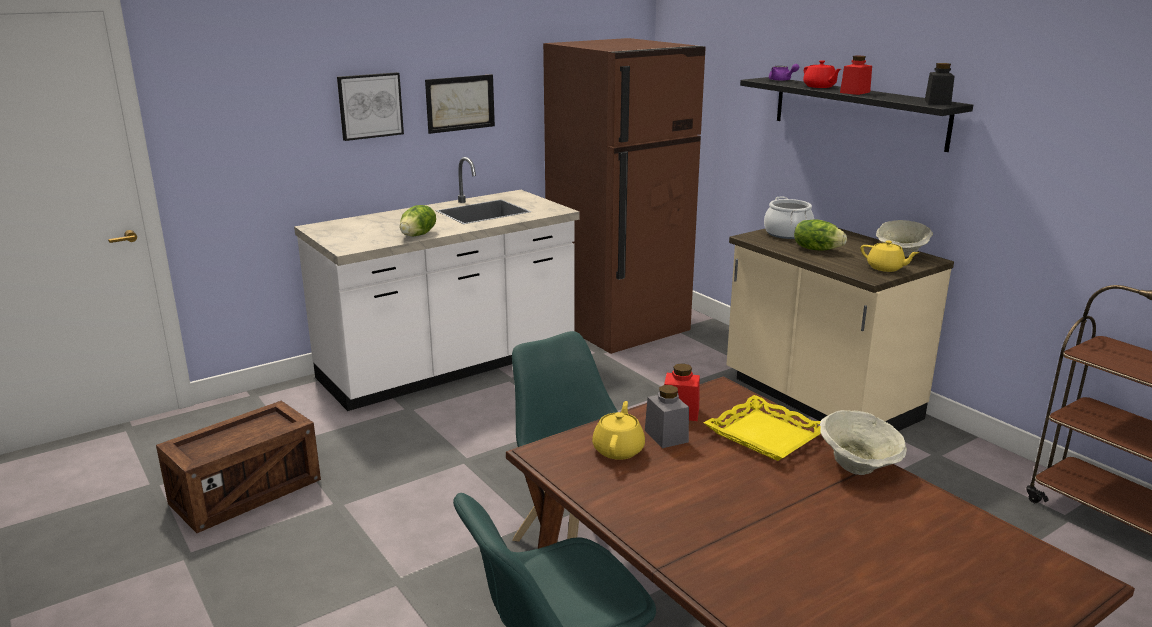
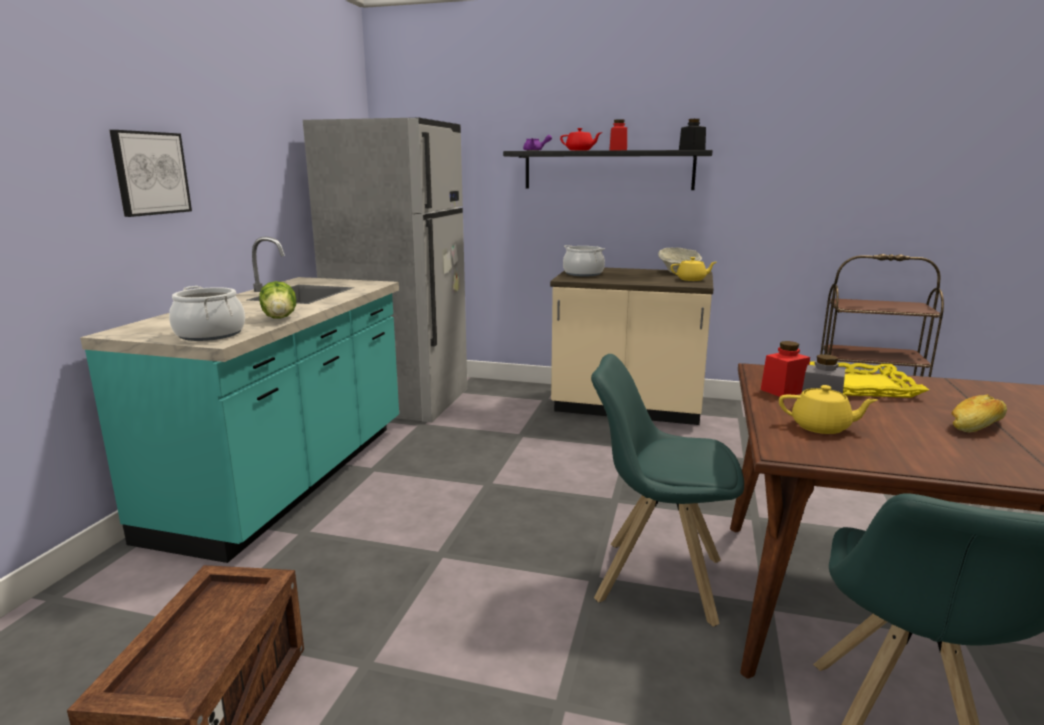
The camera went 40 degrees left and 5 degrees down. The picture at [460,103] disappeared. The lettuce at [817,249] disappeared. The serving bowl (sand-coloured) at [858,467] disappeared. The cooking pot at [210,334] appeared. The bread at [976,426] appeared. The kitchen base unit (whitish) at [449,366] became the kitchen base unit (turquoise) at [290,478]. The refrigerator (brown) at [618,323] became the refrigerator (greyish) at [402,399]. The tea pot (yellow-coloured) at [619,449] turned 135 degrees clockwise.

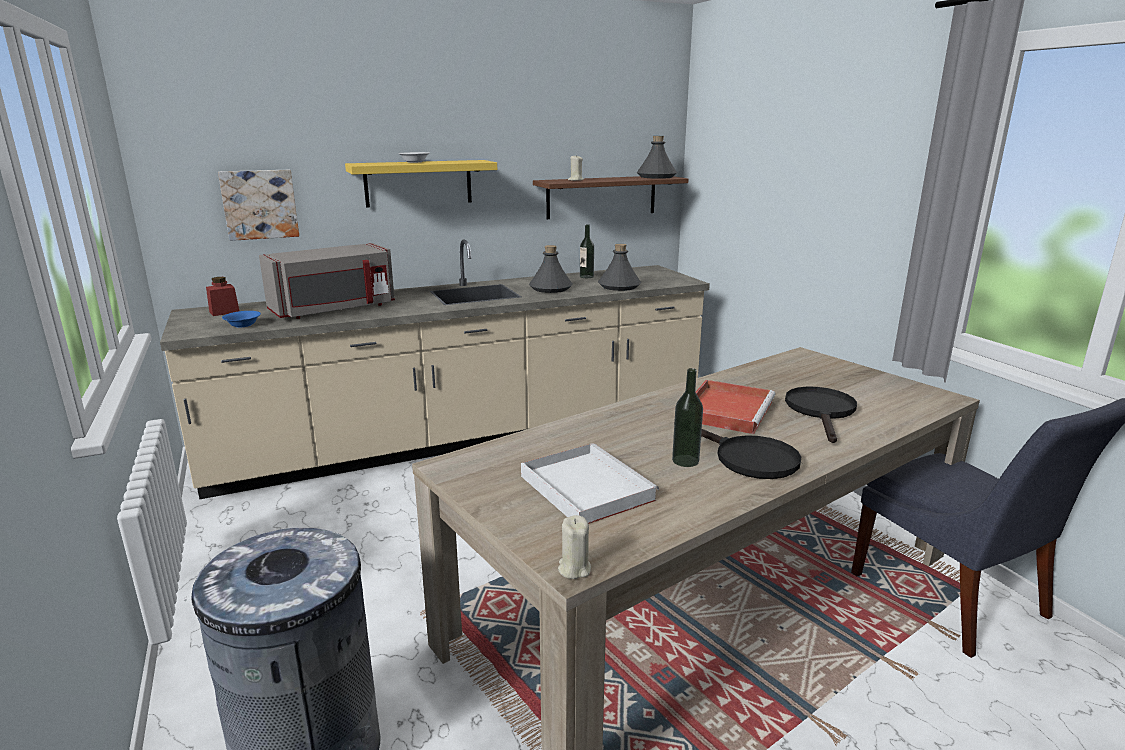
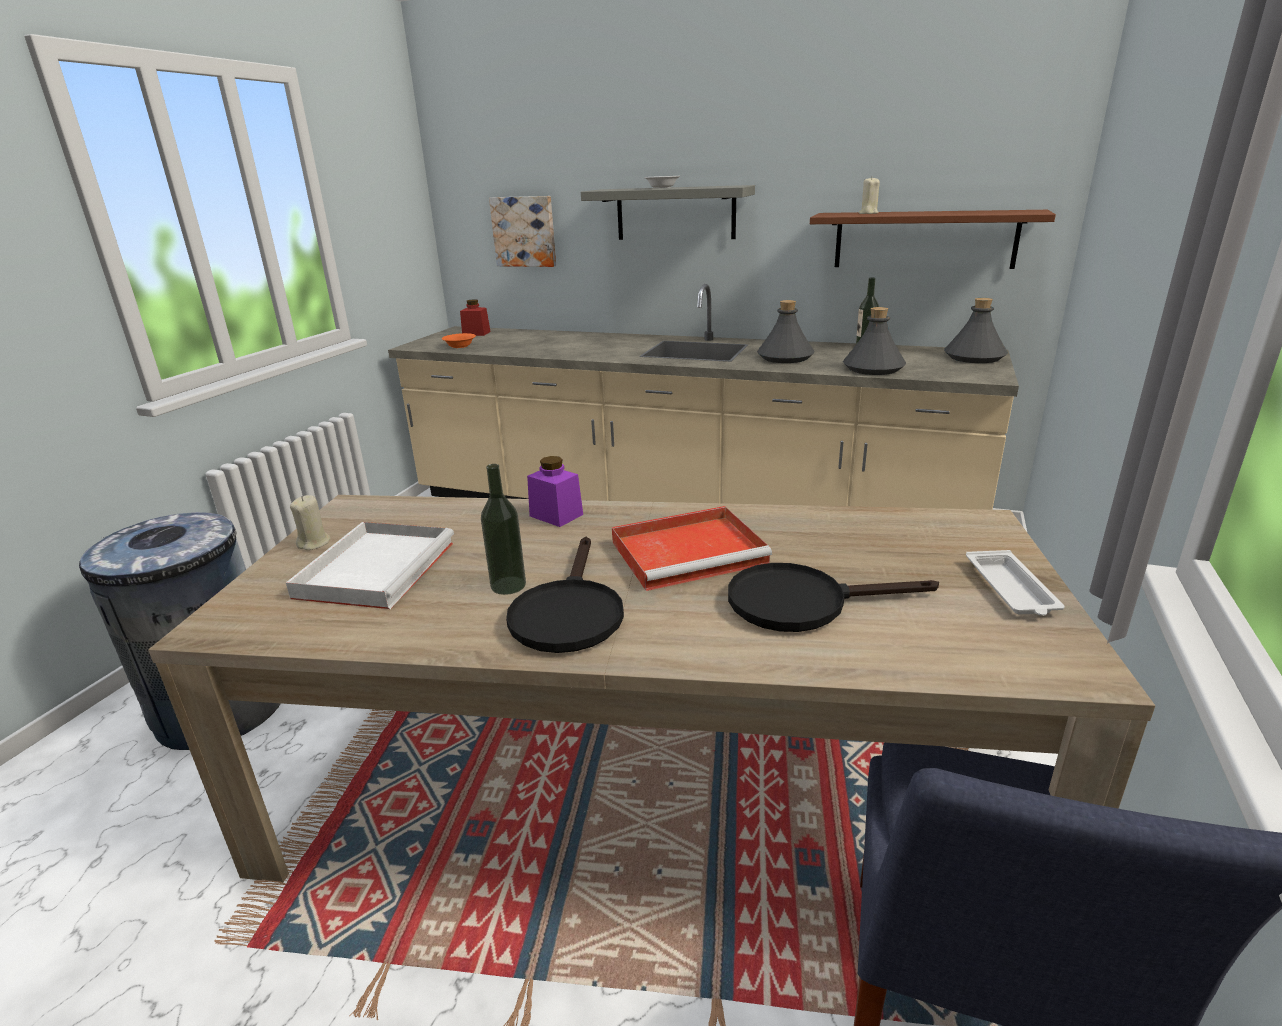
The camera went 45 degrees right and 5 degrees up. The kitchen microwave (greyish) at [334,309] disappeared. The jar (purple-coloured) at [556,515] appeared. The carrying tray (whitish) at [1011,589] appeared. The candle (sand-coloured) moved from [574,569] to [314,543]. The beverage bottle (greyish) moved from [656,177] to [974,357]. The serving bowl (bluish) at [243,325] became the serving bowl (orange-coloured) at [460,346]. The wall shelf (yellow-coloured) at [418,183] became the wall shelf (greyish) at [675,213]. The frying pan (blackish) at [821,411] turned 150 degrees counterclockwise.

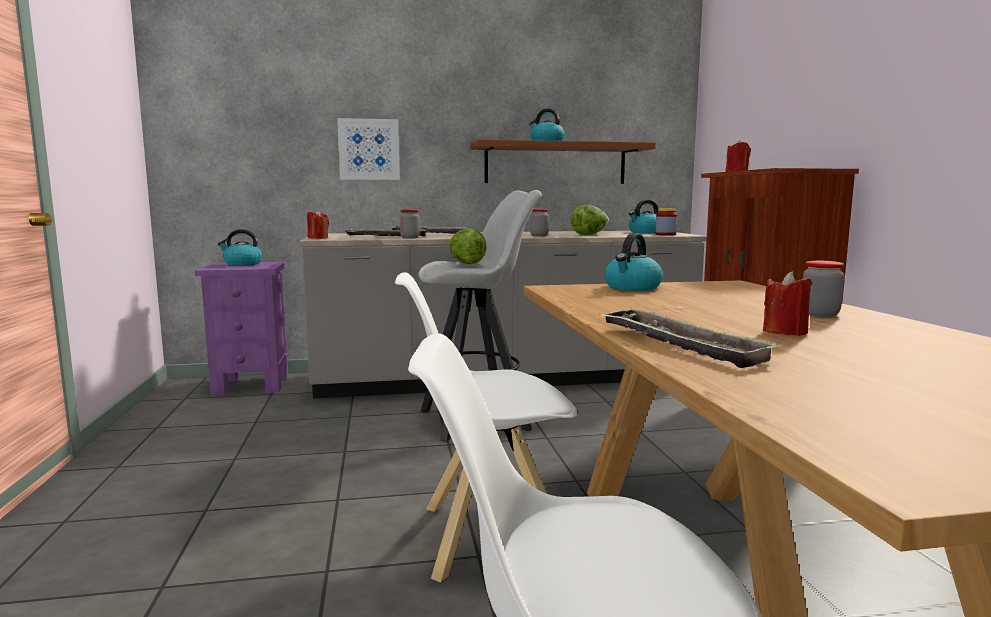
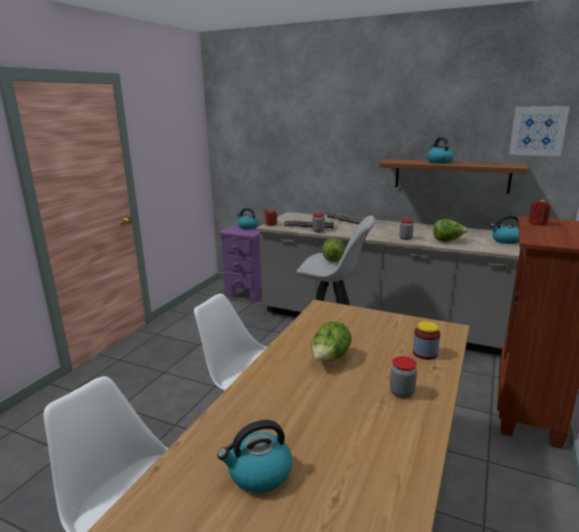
The camera went 35 degrees right and 10 degrees up. The carrying tray at [678,344] disappeared. The candle (red-coloured) at [785,332] disappeared. The lettuce at [330,359] appeared. The picture moved from [369,149] to [537,131]. The tea kettle moved from [632,288] to [259,473]. The jar moved from [665,235] to [425,353].

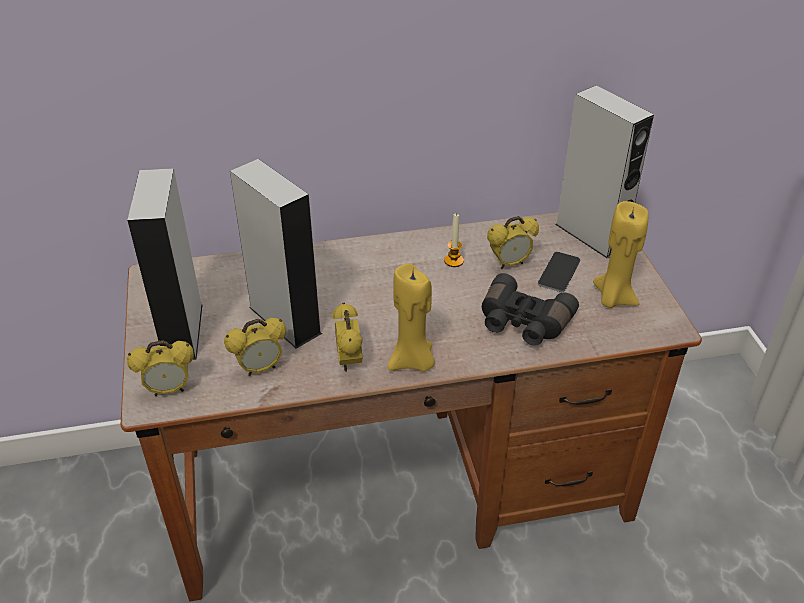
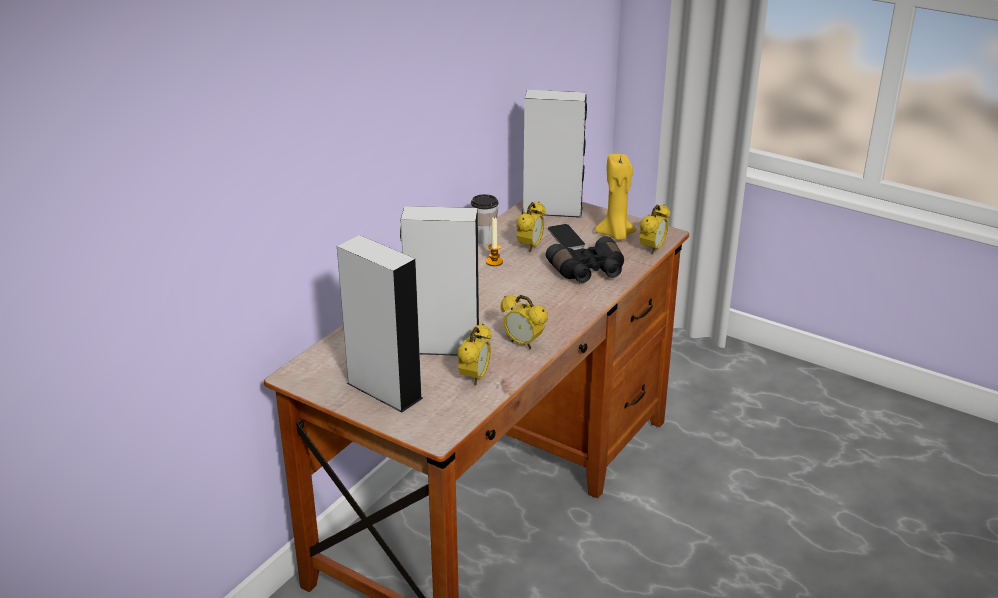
The camera went 45 degrees left and 10 degrees down. The candle (yellow-coloured) at [413,362] disappeared. The drinking cup at [484,239] appeared. The alarm clock moved from [169,390] to [652,249].

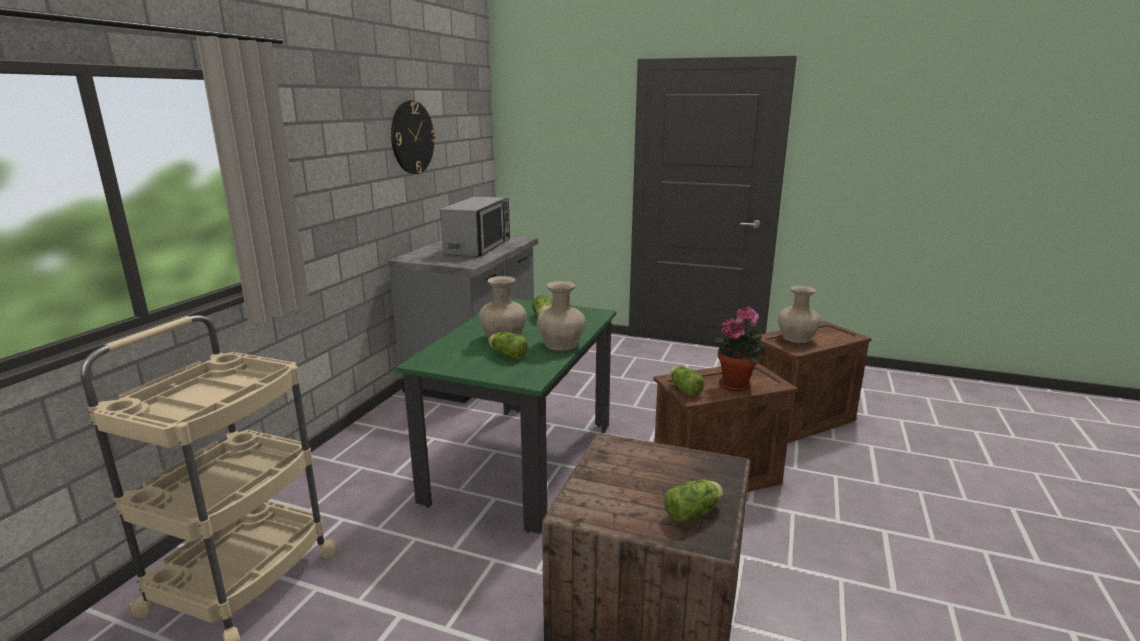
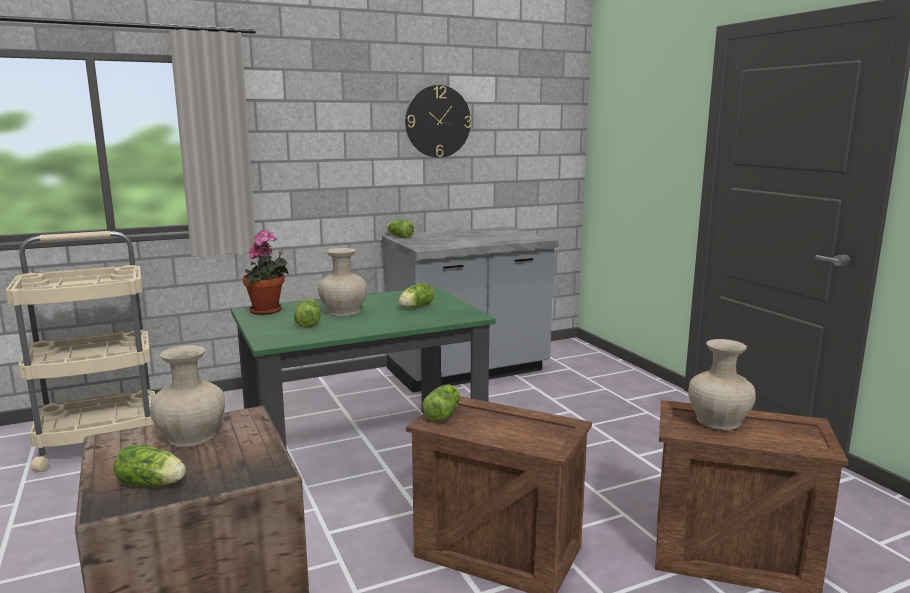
The camera went 45 degrees right and 5 degrees down. The kitchen microwave at [478,247] disappeared. The lettuce at [399,236] appeared. The flower vase (sand-coloured) moved from [560,344] to [191,436]. The houseplant moved from [737,385] to [268,311].

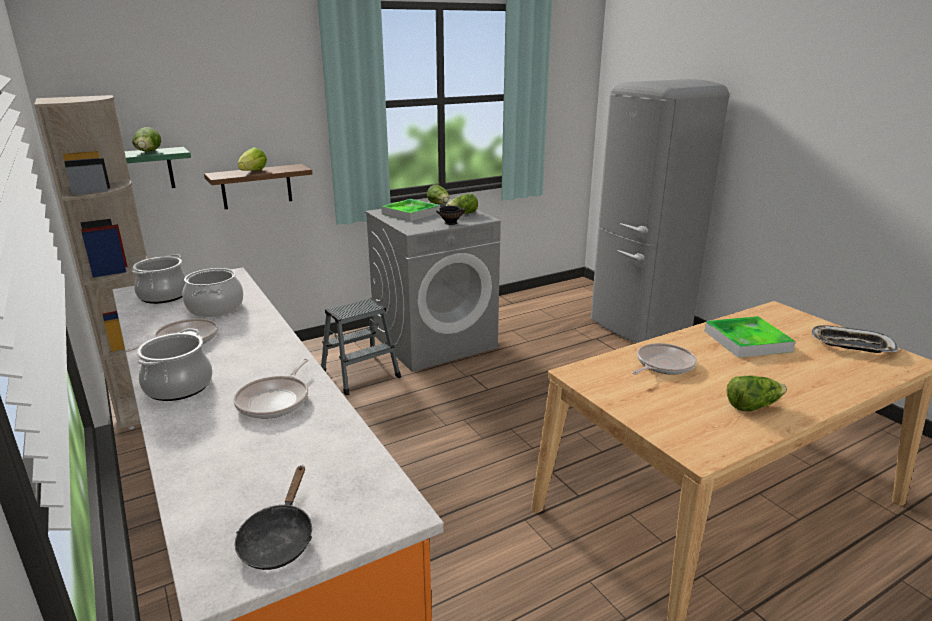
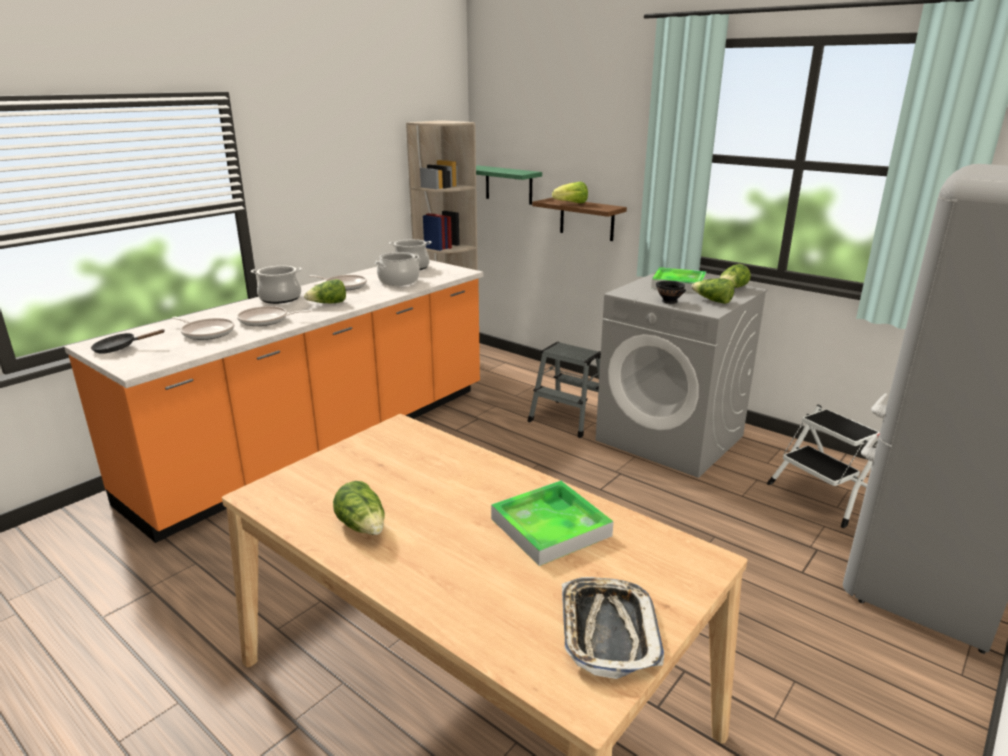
The camera went 70 degrees right and 0 degrees up. The step stool at [829,493] appeared. The lettuce moved from [148,152] to [328,304]. The frying pan moved from [663,365] to [206,332].

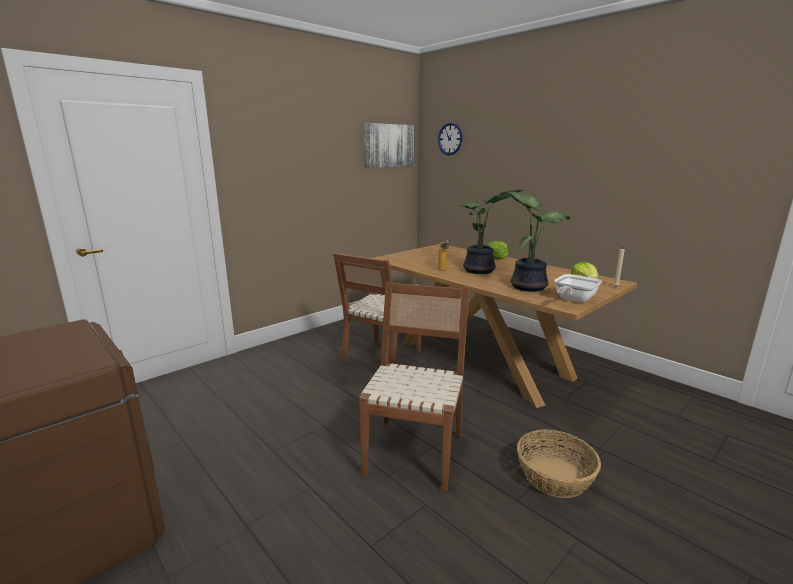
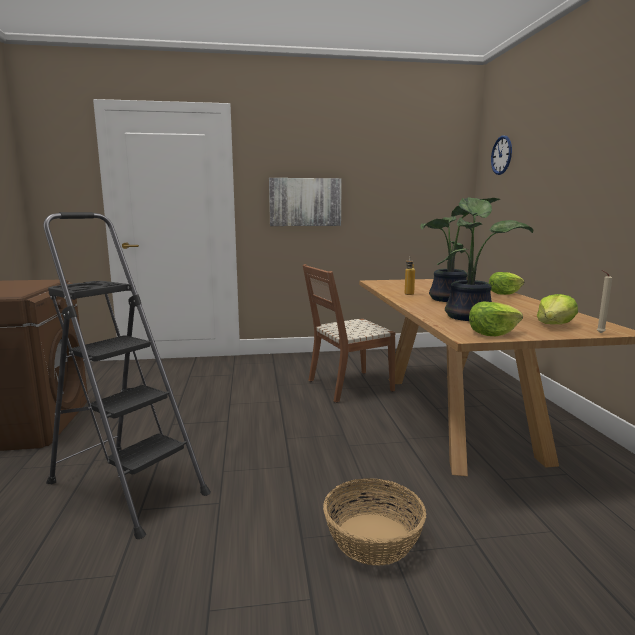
The camera went 35 degrees right and 5 degrees down. The chair at [415,450] disappeared. The step stool at [125,486] appeared. The picture moved from [388,146] to [305,202]. The frying pan at [573,300] was replaced by the lettuce at [492,333].

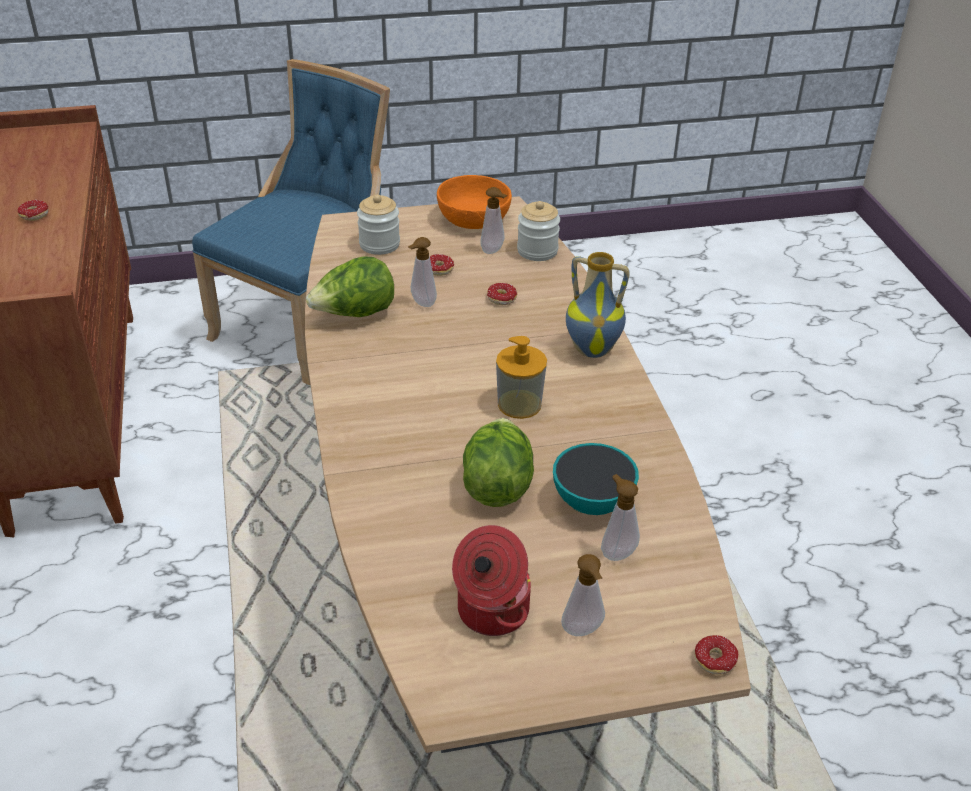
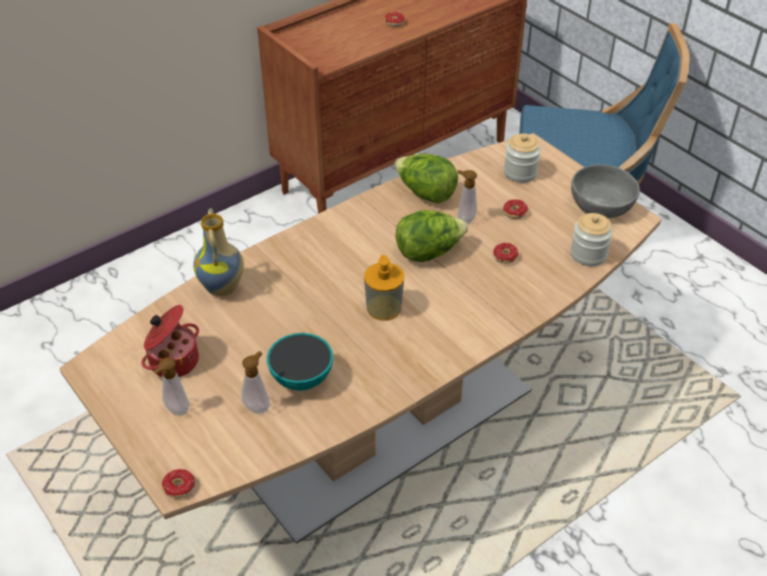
The camera went 65 degrees right and 5 degrees up. The soap bottle at [494,251] disappeared. The lettuce moved from [497,485] to [428,252]. The flower vase moved from [593,348] to [223,288]. The serving bowl (orange-coloured) at [474,218] became the serving bowl (greyish) at [602,205].

